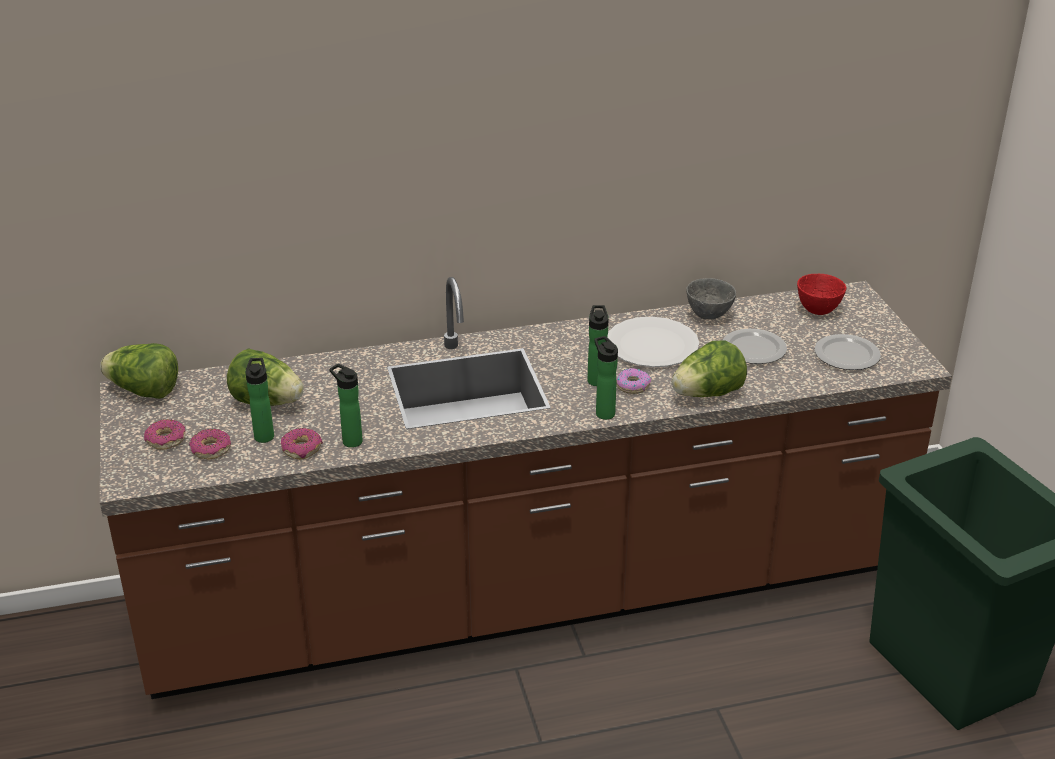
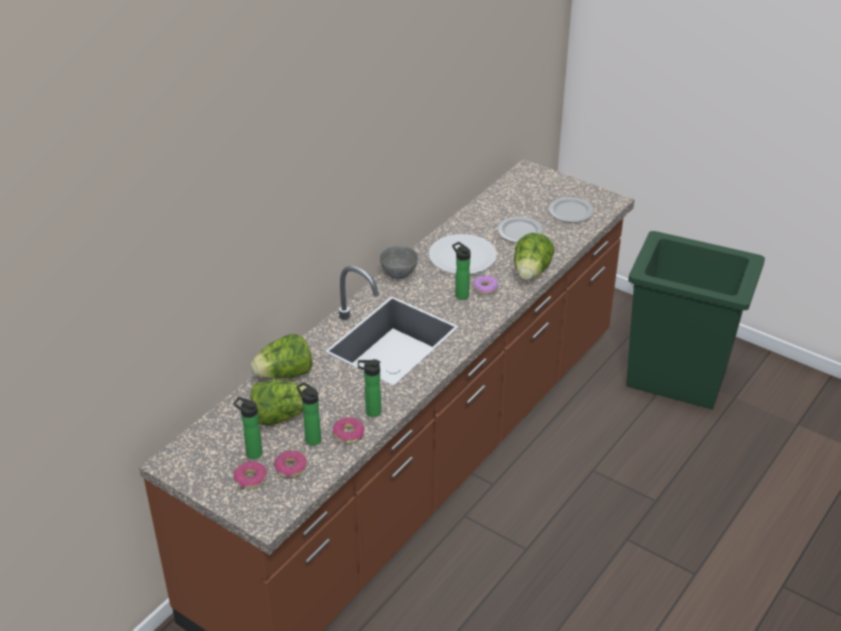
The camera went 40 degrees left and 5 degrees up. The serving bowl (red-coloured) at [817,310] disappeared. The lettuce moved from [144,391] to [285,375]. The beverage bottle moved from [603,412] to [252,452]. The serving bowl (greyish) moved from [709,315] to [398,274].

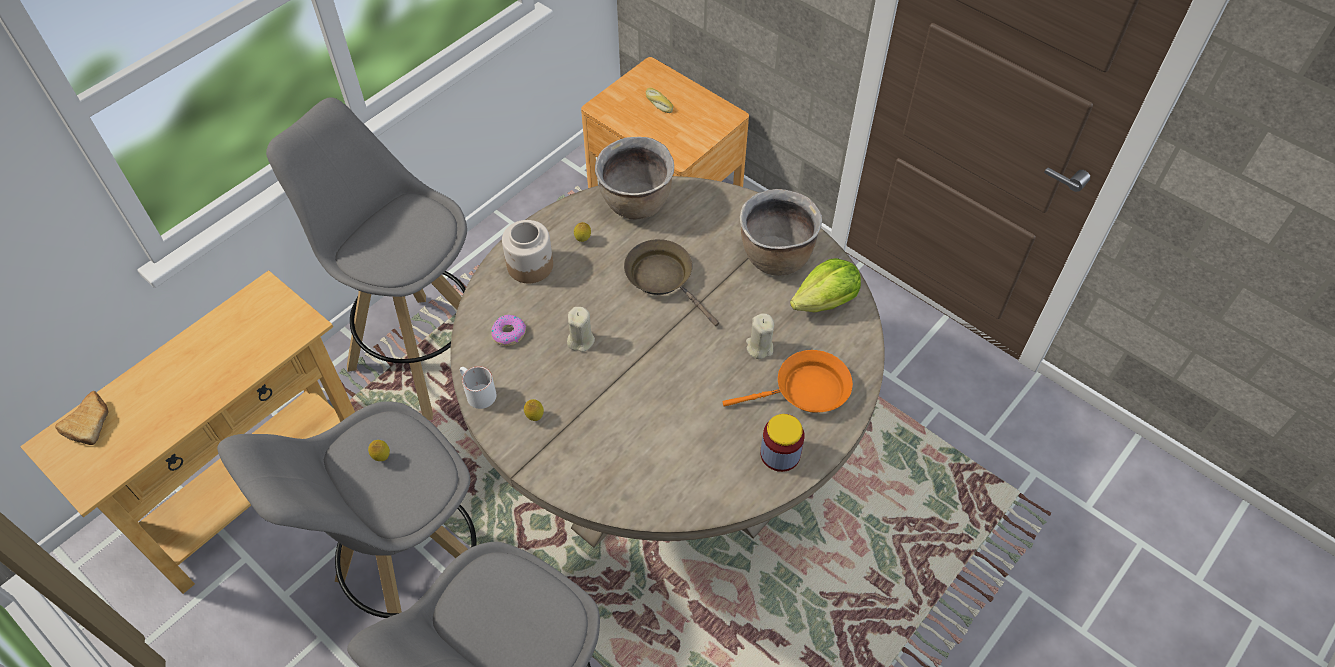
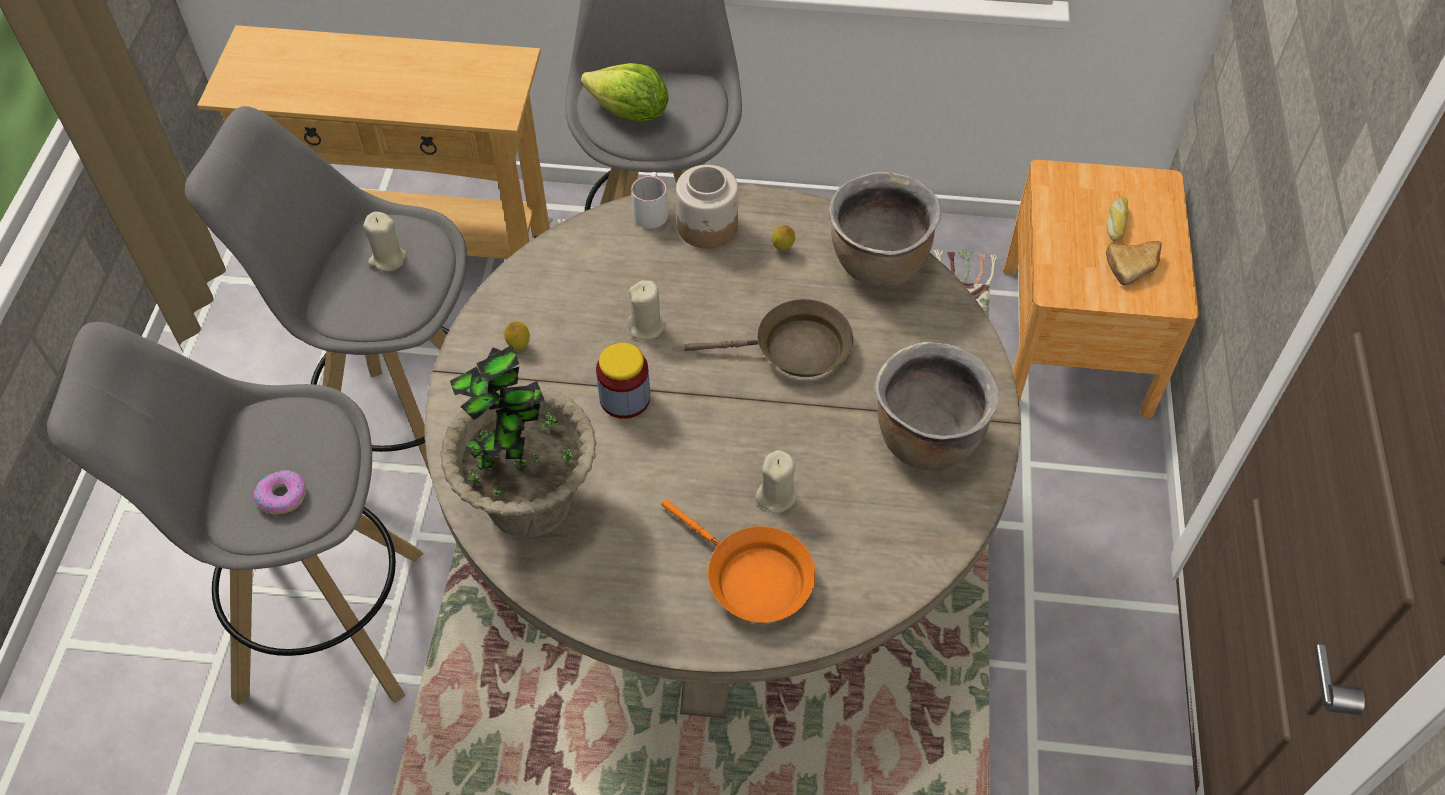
The camera went 55 degrees right and 0 degrees up. The houseplant at [529,500] appeared. The bread moved from [92,421] to [1135,266]. The coffee mug (whitish) moved from [476,393] to [650,210]. The doughnut moved from [508,333] to [282,496]. The jar moved from [780,454] to [625,398]. The lettuce moved from [826,302] to [630,114]. The lemon at [382,457] was replaced by the candle (sand-coloured) at [387,259]. The frying pan (brown) at [663,278] turned 75 degrees clockwise.

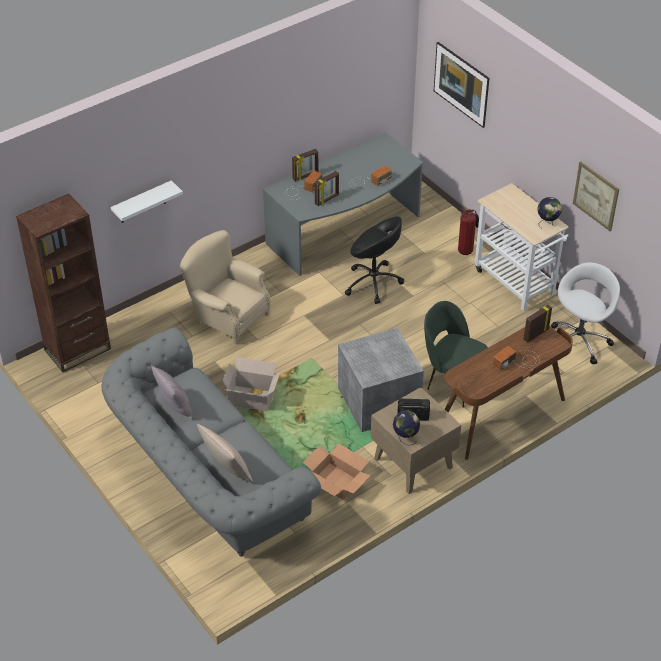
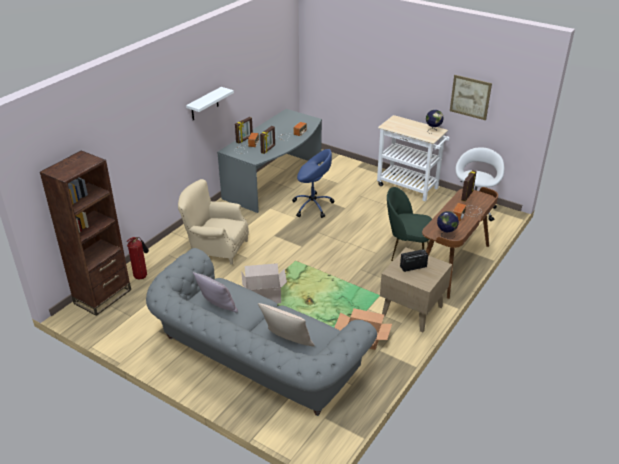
The camera went 20 degrees left and 10 degrees down. The storage bin (greyish) at [378,402] disappeared. The picture at [460,96] disappeared. The wall shelf (whitish) moved from [142,203] to [204,104]. The desk globe moved from [405,437] to [445,235]. The extinguisher moved from [466,251] to [141,275]. The desk chair (blackish) at [374,283] became the desk chair (bluish) at [313,206].

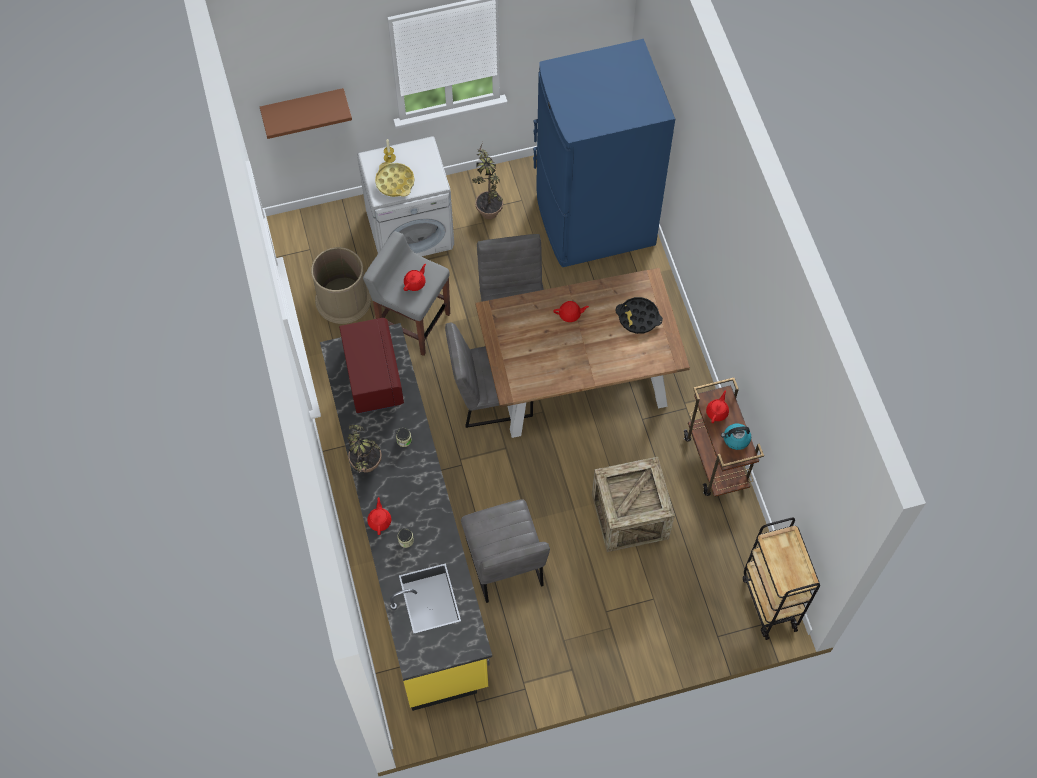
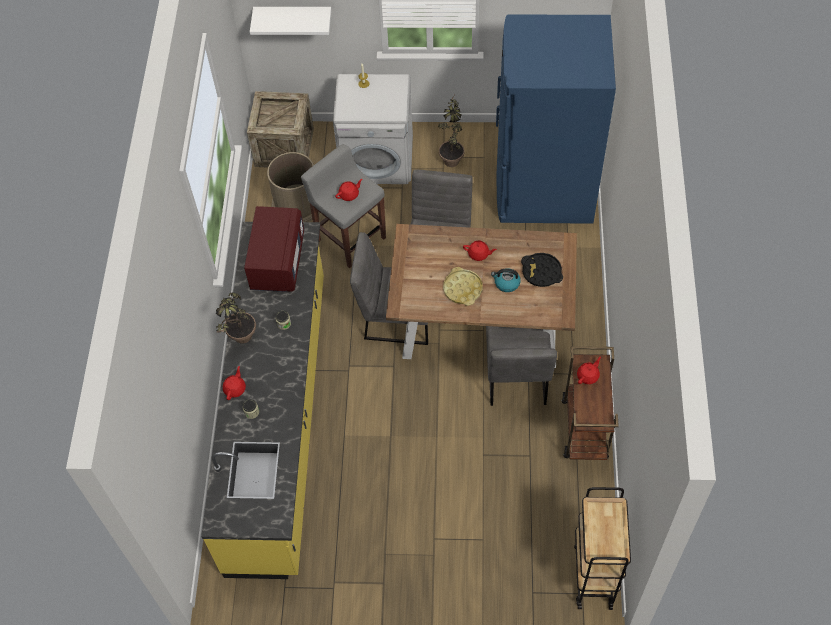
The camera went 20 degrees right and 5 degrees down. The carrying tray (yellow-coloured) moved from [395,182] to [462,289]. The chair (greyish) moved from [504,564] to [516,378]. The shipping crate moved from [630,516] to [284,147]. The tea kettle moved from [735,439] to [506,283]. The wall shelf (brown) at [303,106] became the wall shelf (whitish) at [293,16].

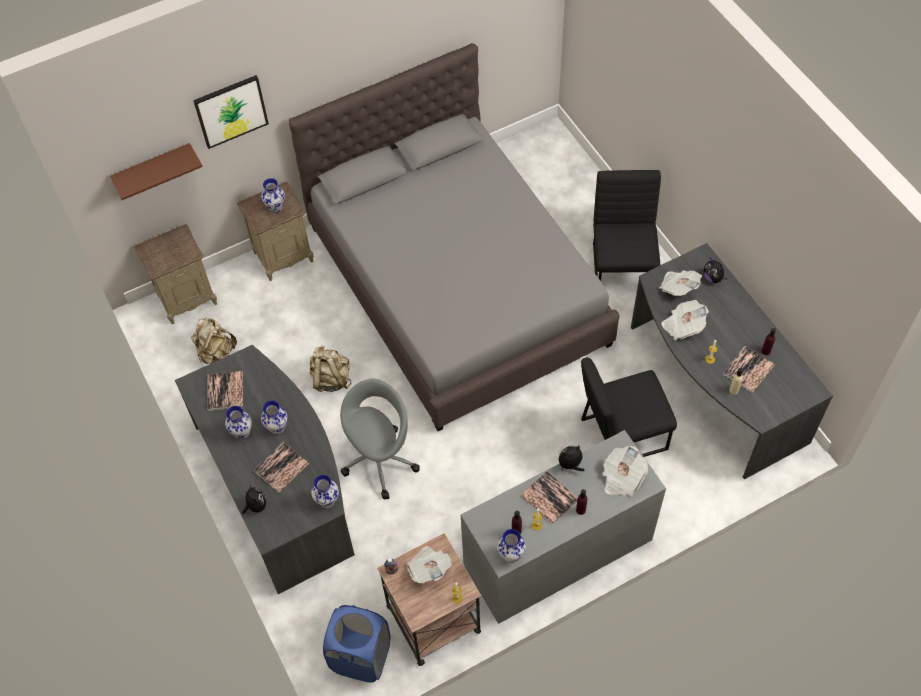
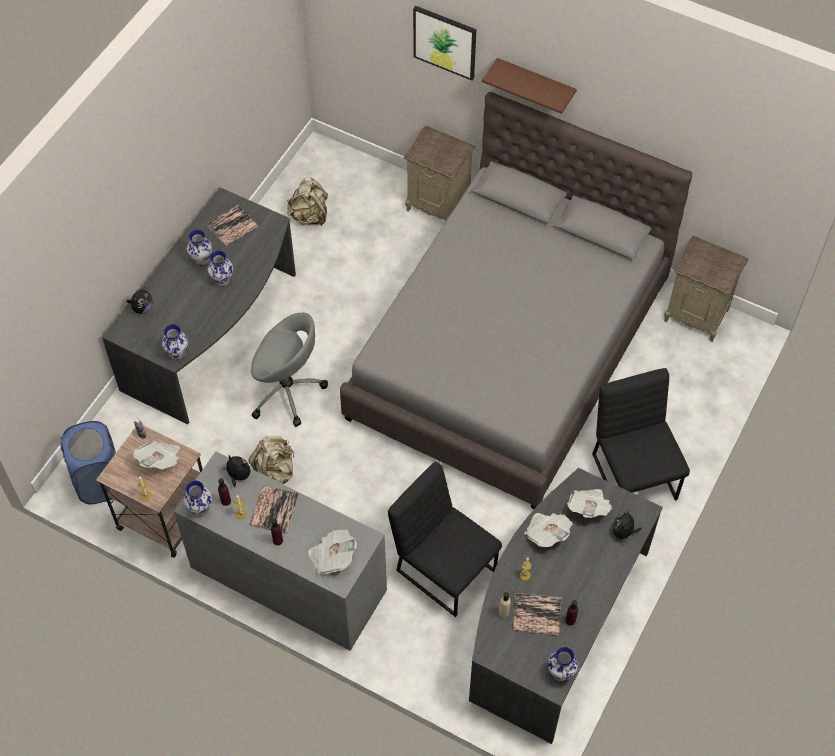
The camera went 55 degrees right and 0 degrees up. The bound book at [281,467] disappeared. The wall shelf (brown) moved from [153,169] to [535,84]. The night table (sand-coloured) moved from [187,299] to [696,316]. The flower vase moved from [276,207] to [561,673]. The backpack (sand-coloured) moved from [331,379] to [275,472]. The soft toy moved from [570,465] to [238,476]. The chair (blackish) at [622,267] turned 75 degrees counterclockwise.

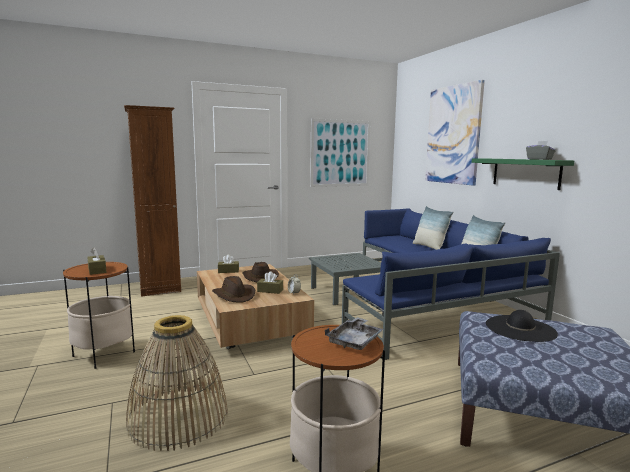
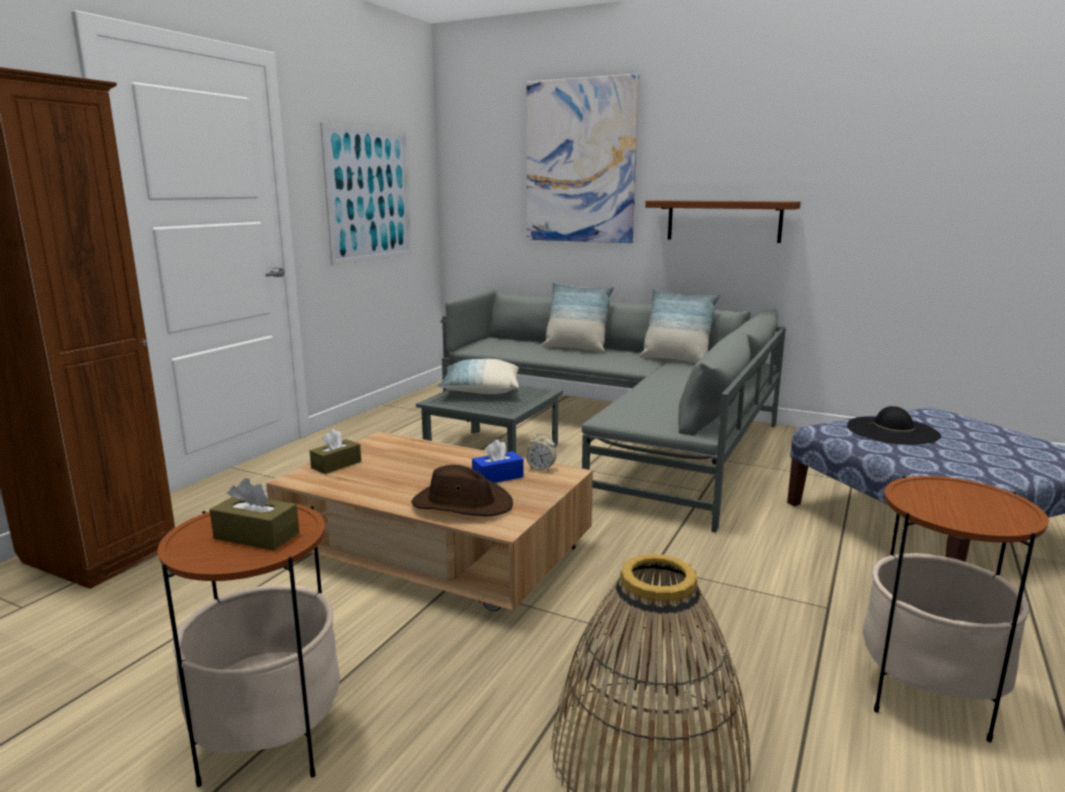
The camera went 40 degrees left and 5 degrees up. The hat (brown) at [260,277] disappeared. The carrying tray (greyish) at [355,341] disappeared. The box of tissues (greyish) at [539,159] disappeared. The pillow at [481,391] appeared. The box of tissues (brown) at [270,290] became the box of tissues (bluish) at [497,477]. The settee (bluish) at [417,300] became the settee (greyish) at [602,436]. The wall shelf (green-coloured) at [525,173] became the wall shelf (brown) at [723,221].

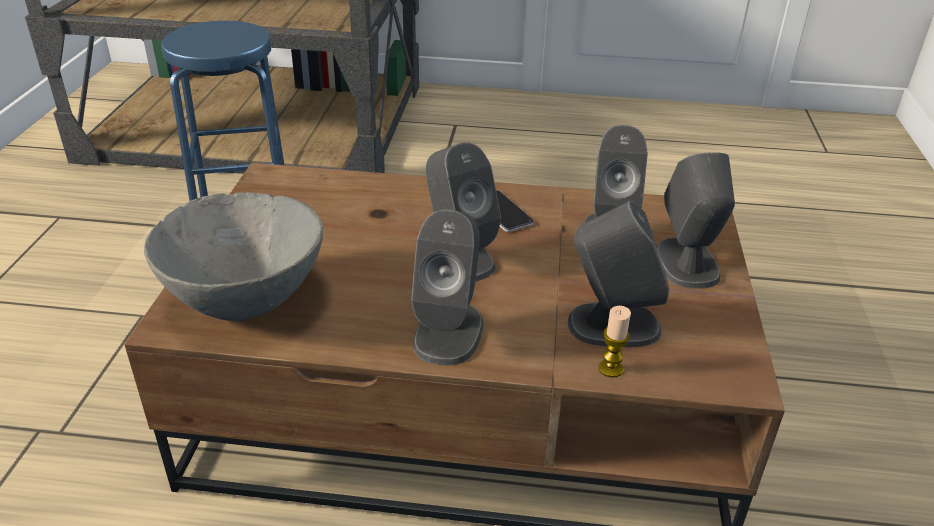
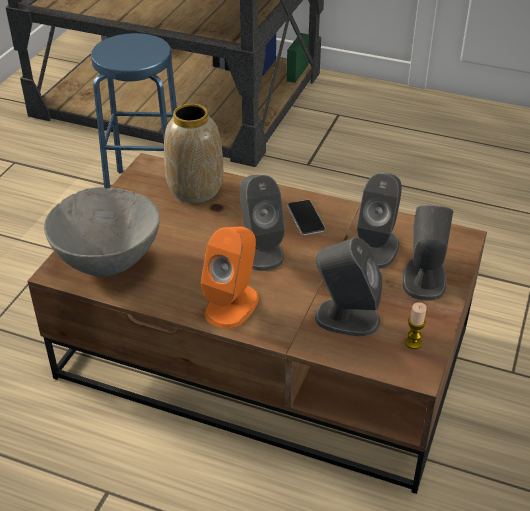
The camera went 15 degrees right and 5 degrees up. The flower vase at [195,189] appeared. The candle moved from [610,369] to [413,343]. The audio speaker (greyish) at [448,332] became the audio speaker (orange-coloured) at [232,305].

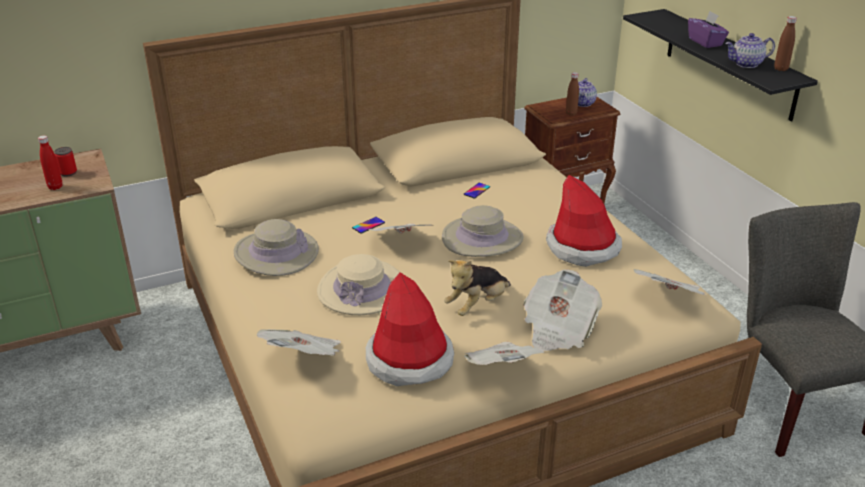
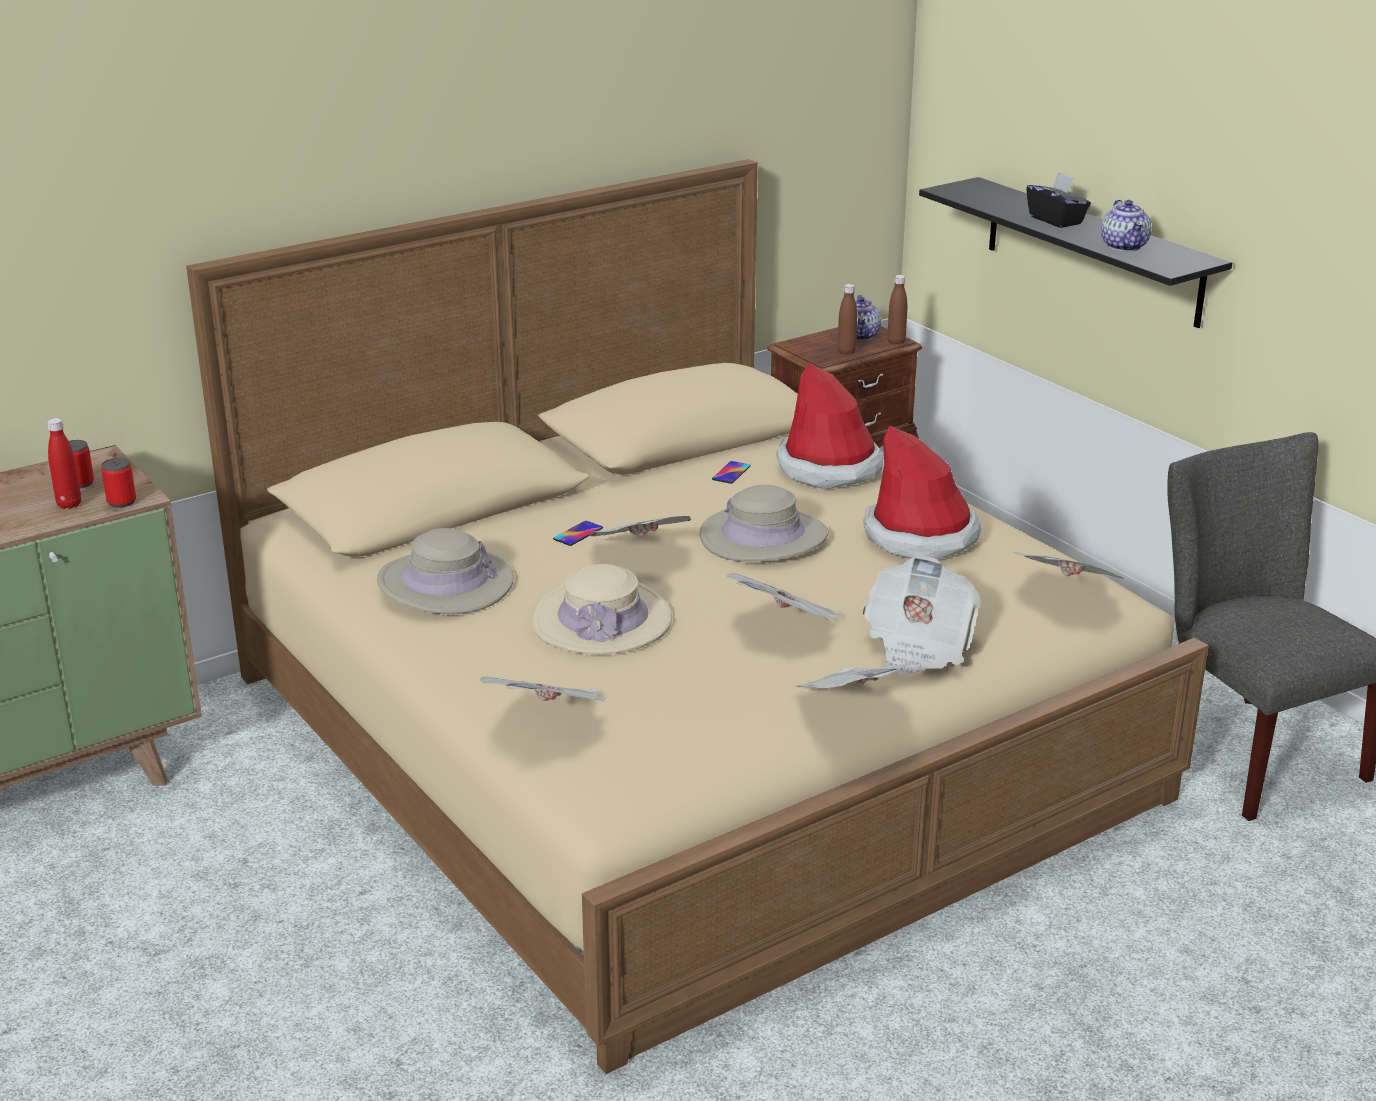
The camera went 10 degrees left and 5 degrees down. The can at [121,502] appeared. The hat moved from [410,359] to [829,468]. The beverage bottle (brown) moved from [780,69] to [896,342]. The soft toy at [477,305] was replaced by the newspaper at [787,625]. The box of tissues (purple-coloured) at [705,42] became the box of tissues (blackish) at [1056,220]. The tea pot at [746,64] turned 75 degrees counterclockwise.

